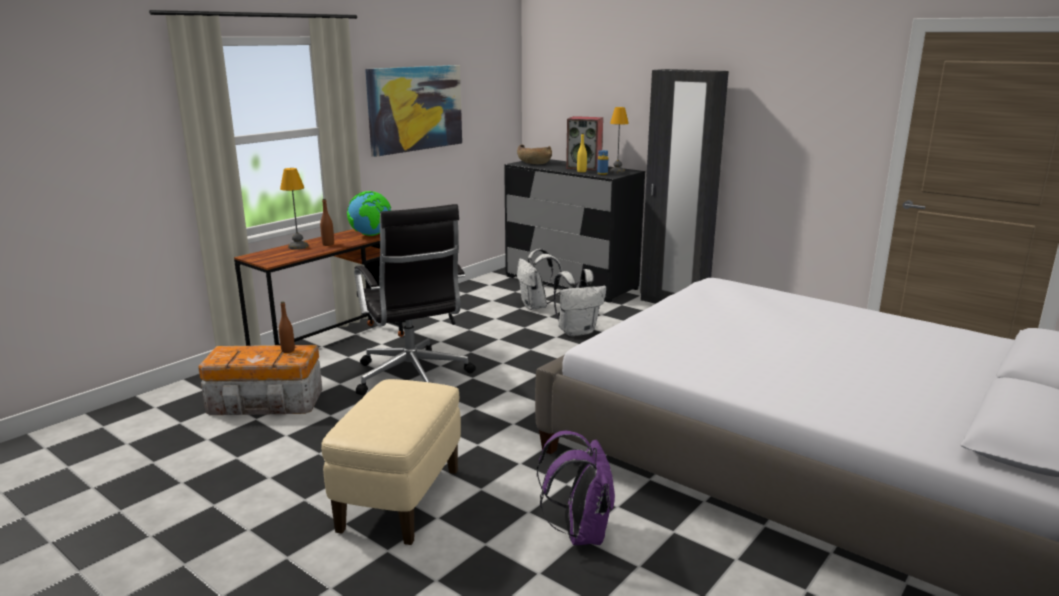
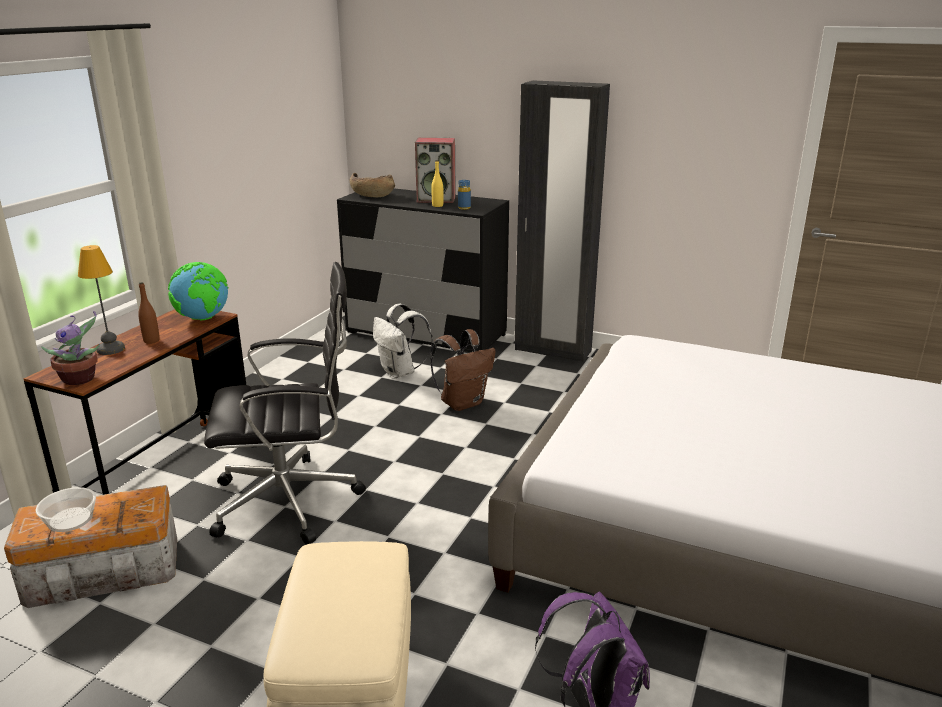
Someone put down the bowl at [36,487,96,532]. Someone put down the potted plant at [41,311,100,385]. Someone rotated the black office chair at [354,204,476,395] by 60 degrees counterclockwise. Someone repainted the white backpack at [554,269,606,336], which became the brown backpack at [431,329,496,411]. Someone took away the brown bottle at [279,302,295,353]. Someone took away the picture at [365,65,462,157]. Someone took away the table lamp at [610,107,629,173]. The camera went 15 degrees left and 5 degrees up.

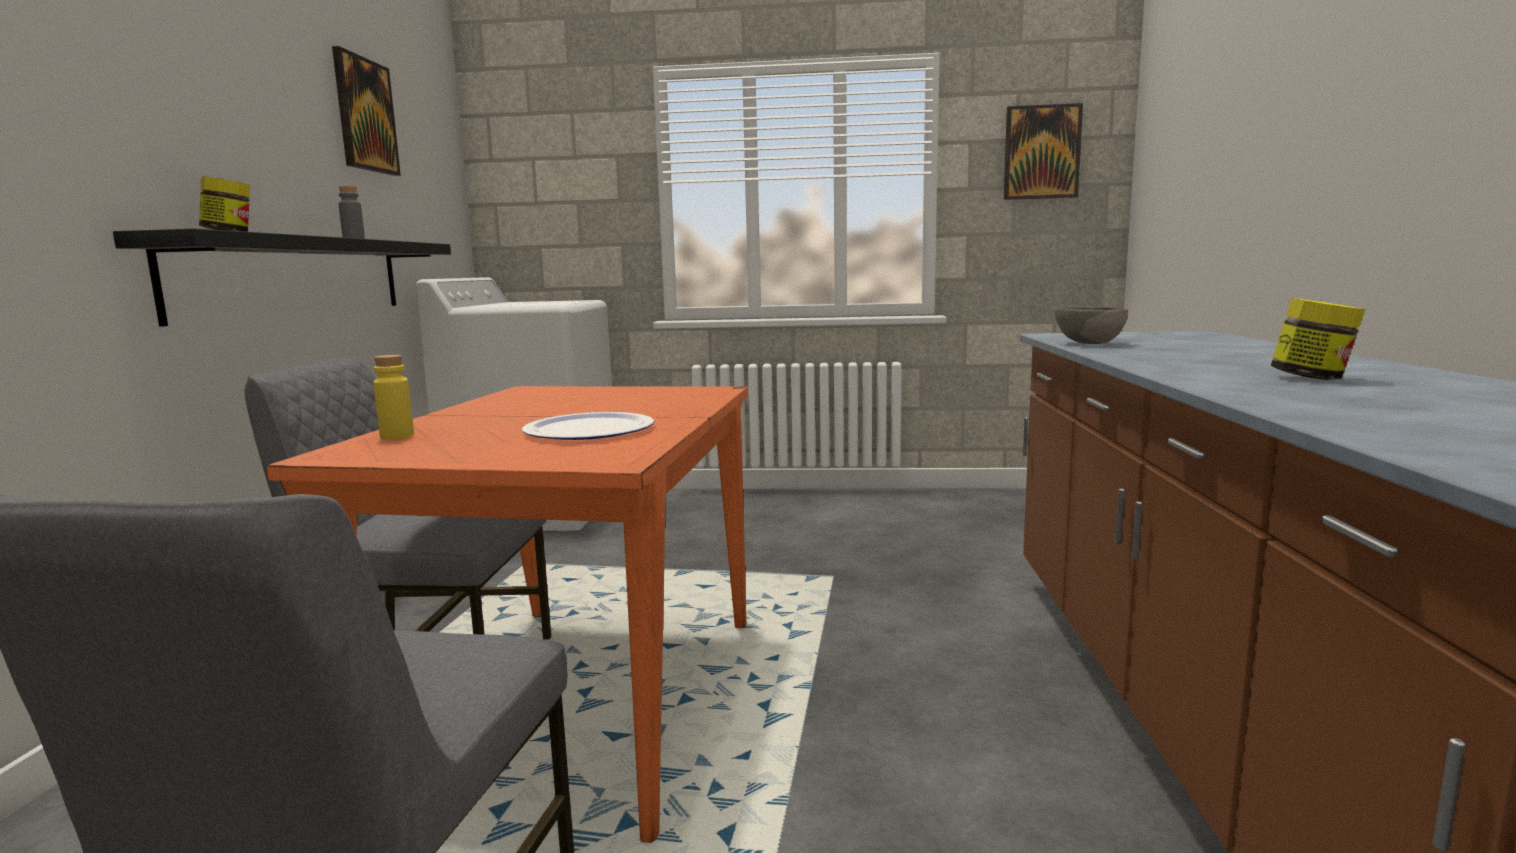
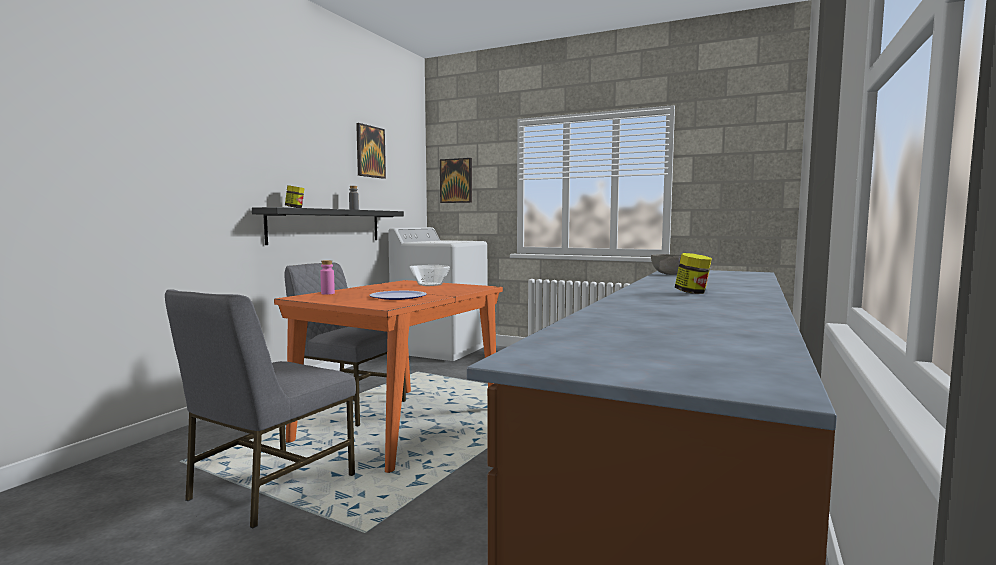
Someone repainted the yellow bottle at [373,355,414,440], which became the pink bottle at [320,260,335,295]. Someone put down the bowl at [410,265,450,286]. Someone carried the picture from [1004,103,1083,200] to [440,158,472,203]. The camera went 20 degrees right and 5 degrees down.

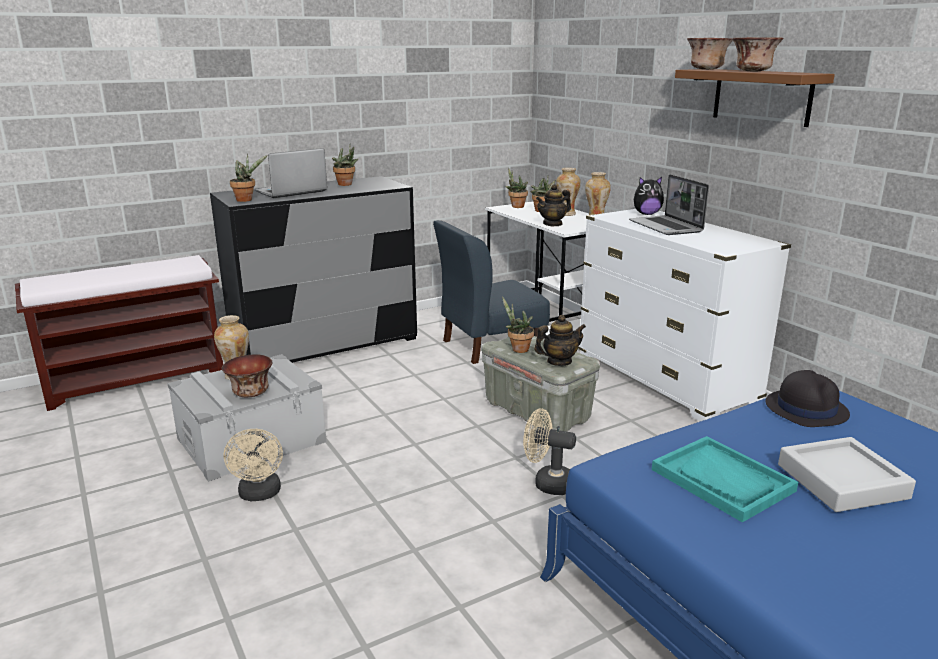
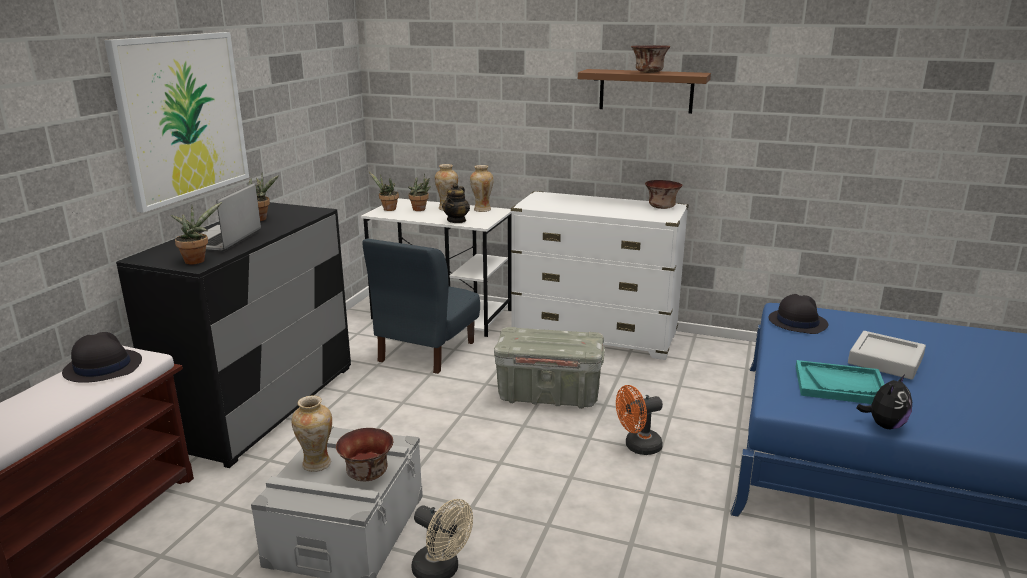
Someone put down the black hat at [62,332,142,383]. Someone put up the picture at [104,32,249,213]. Someone repainted the beige fan at [523,408,576,495], which became the orange fan at [616,385,663,455]. Someone carried the bowl from [687,38,733,70] to [645,180,683,209]. Someone carried the plush toy from [634,177,664,215] to [857,374,912,429]. Someone took away the potted plant at [502,296,534,353]. Someone took away the teapot at [534,315,586,366]. Someone took away the laptop at [629,174,709,235]. The camera went 40 degrees left and 0 degrees up.

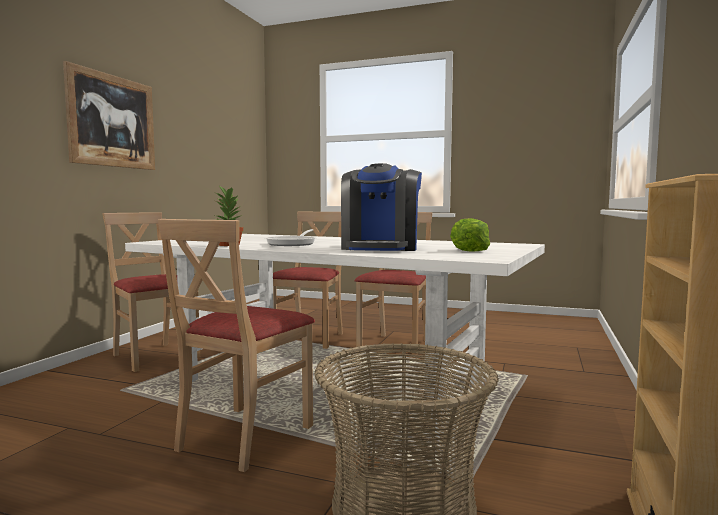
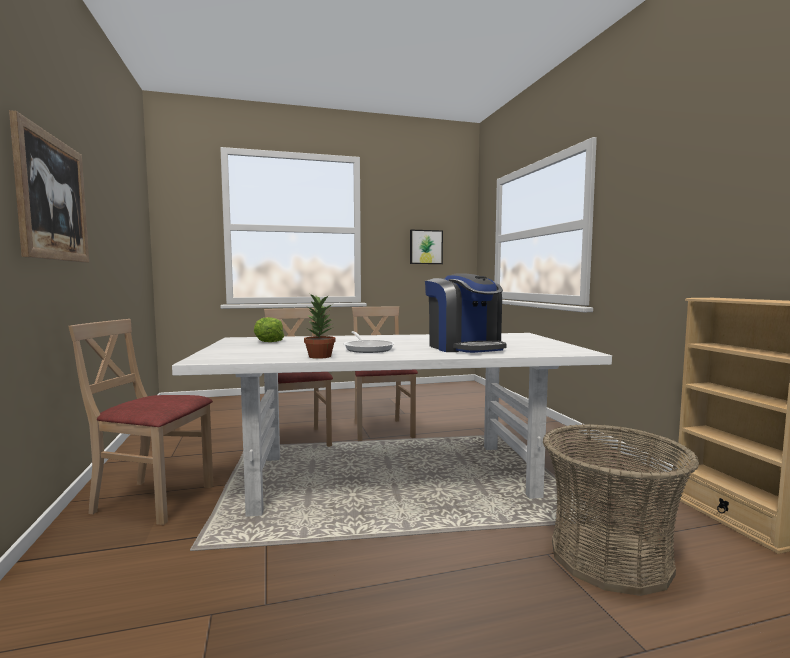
Someone carried the lettuce from [450,218,490,252] to [254,317,284,342]. Someone put up the picture at [410,230,443,264]. Someone took away the beige chair at [158,219,315,472]. The camera went 35 degrees left and 0 degrees up.

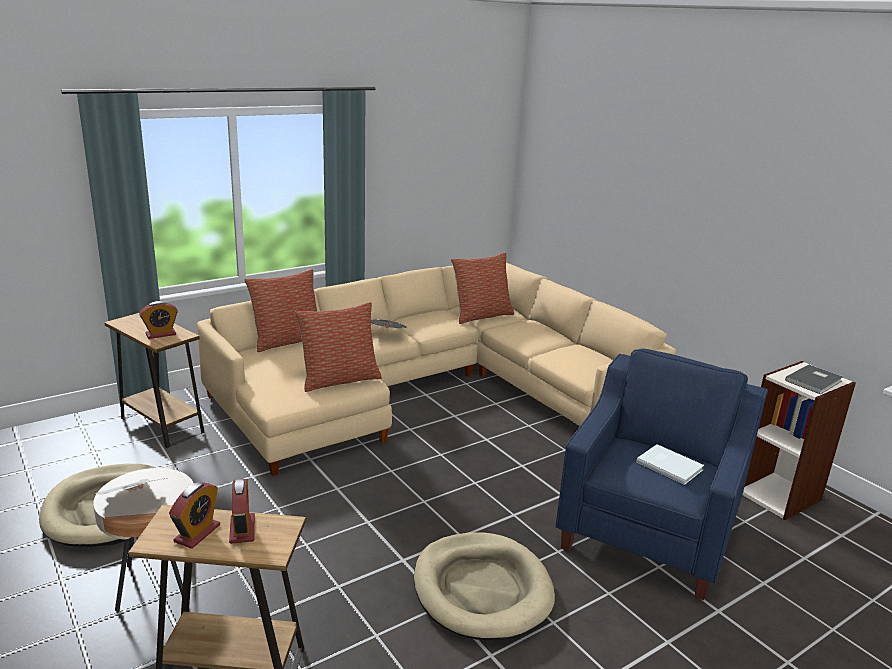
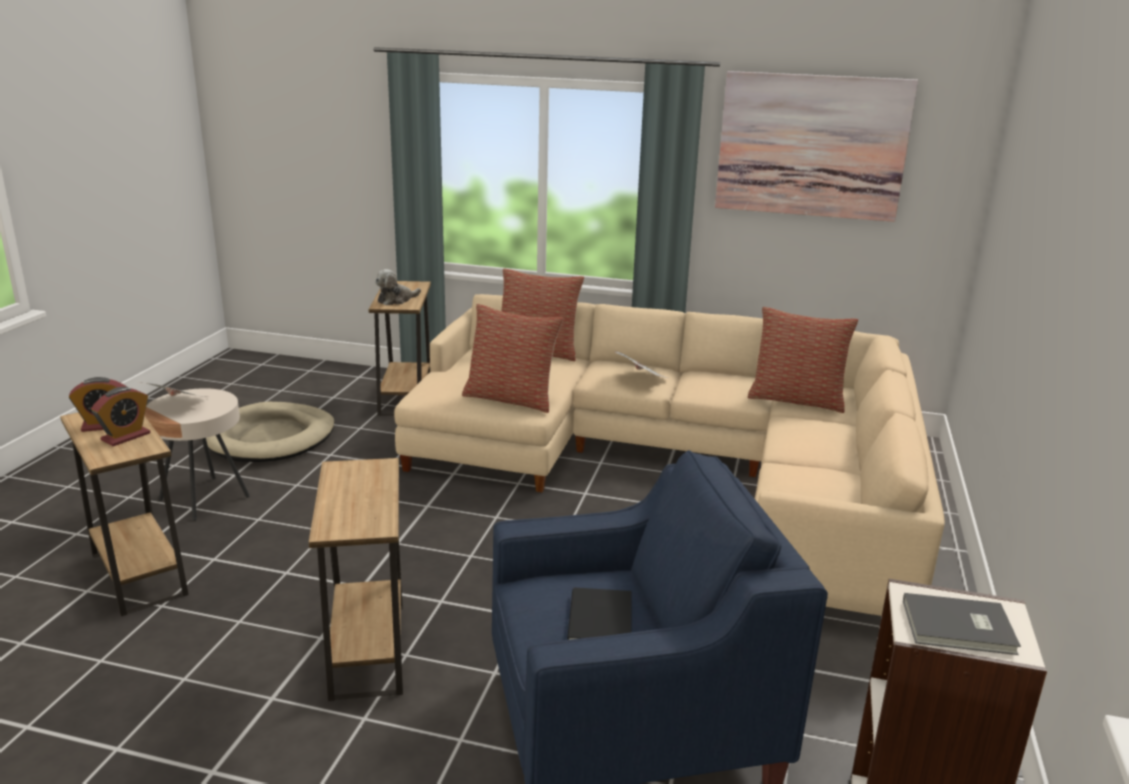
Someone swapped the beige dog bed at [414,532,555,640] for the brown side table at [309,458,403,701]. Someone swapped the alarm clock at [139,301,178,339] for the plush toy at [375,269,421,306]. Someone repainted the white book at [637,444,704,485], which became the black book at [567,587,632,640]. Someone put up the picture at [715,71,918,222]. The camera went 50 degrees right and 0 degrees up.

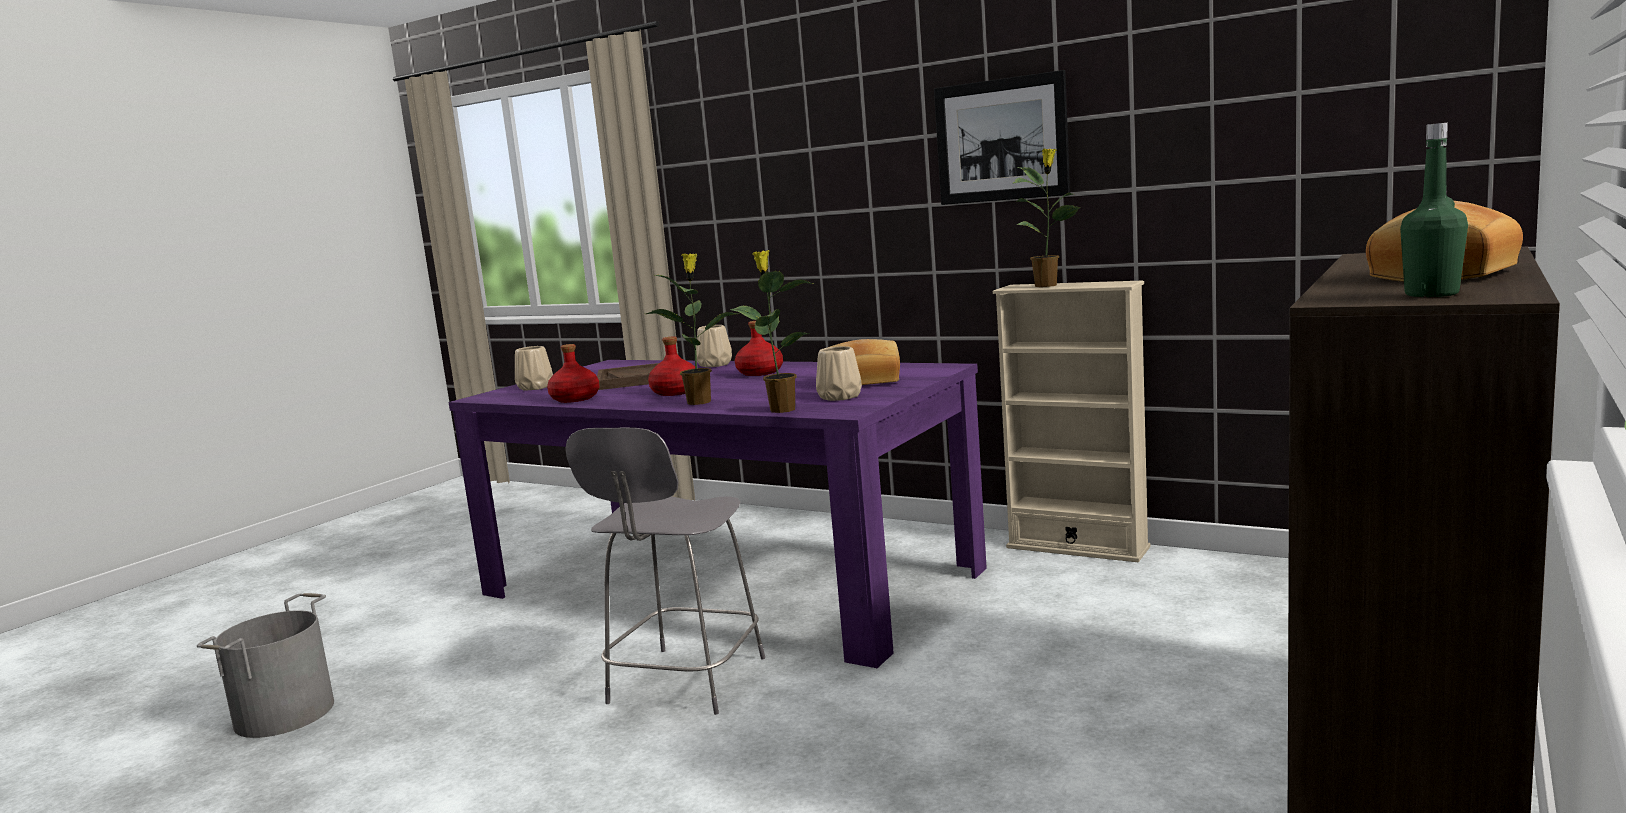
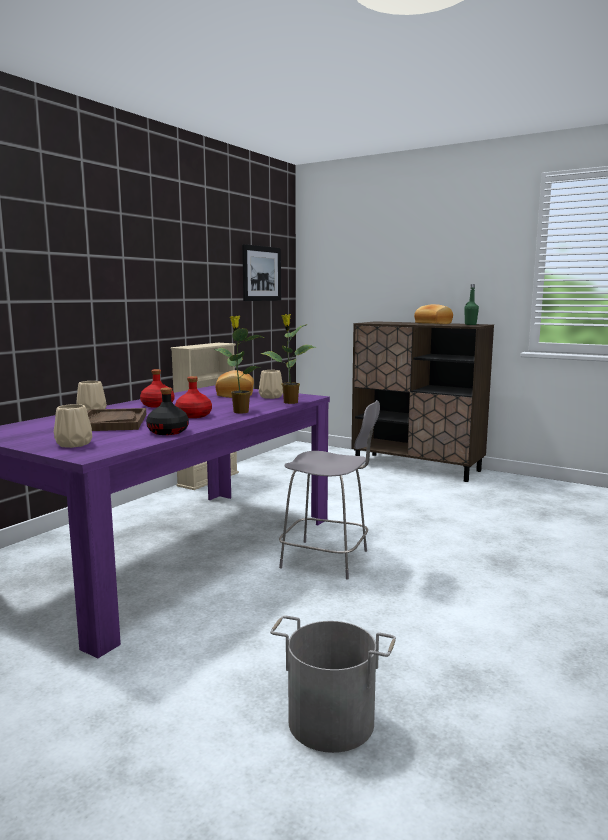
Someone repainted the red bottle at [547,344,600,403], which became the black bottle at [146,387,189,435]. Someone carried the picture from [934,70,1070,205] to [242,244,281,301]. Someone took away the potted plant at [1012,149,1081,287]. The camera went 90 degrees left and 0 degrees up.

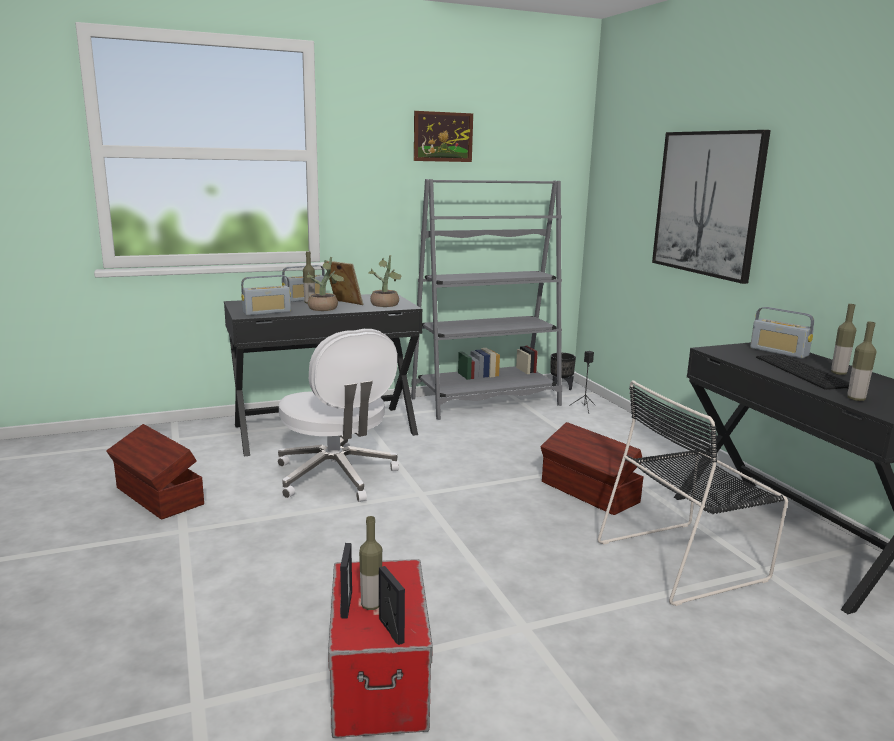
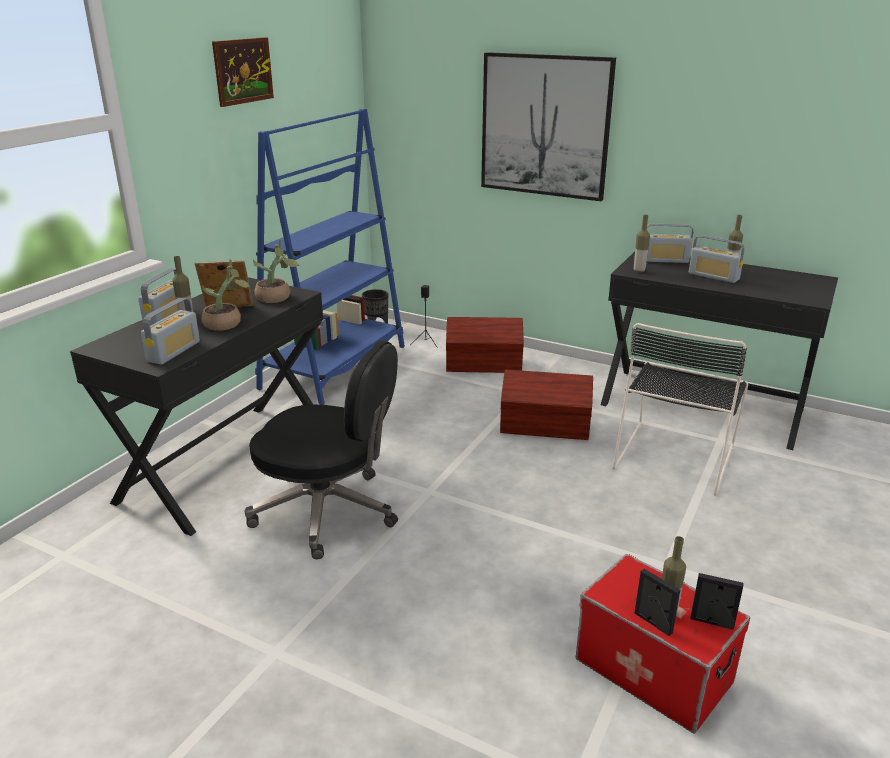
Someone repainted the white office chair at [277,329,399,502], which became the black office chair at [245,340,398,559]. Someone repainted the grey bookcase at [411,179,562,420], which became the blue bookcase at [255,109,405,405]. Someone carried the brown storage box from [106,424,204,520] to [446,317,524,373]. Someone carried the bottle from [847,322,876,401] to [634,215,650,272]. Someone swapped the keyboard at [756,354,849,390] for the radio at [689,235,745,283]. The camera went 40 degrees left and 10 degrees up.

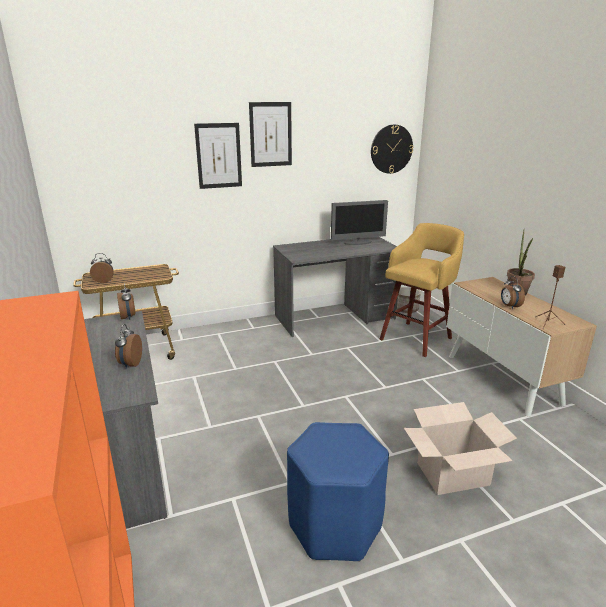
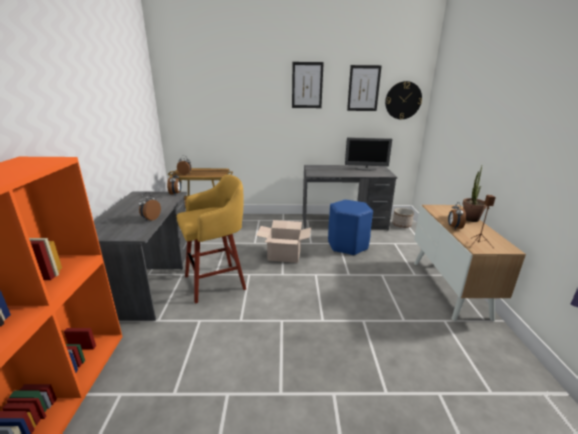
Someone carried the yellow stool from [379,223,464,357] to [176,175,246,304]. Someone carried the cardboard box from [404,402,517,495] to [256,220,311,263]. Someone carried the blue stool from [287,422,389,562] to [328,200,373,256]. Someone carried the picture from [194,123,242,189] to [347,65,382,111]. The camera went 20 degrees right and 0 degrees up.

